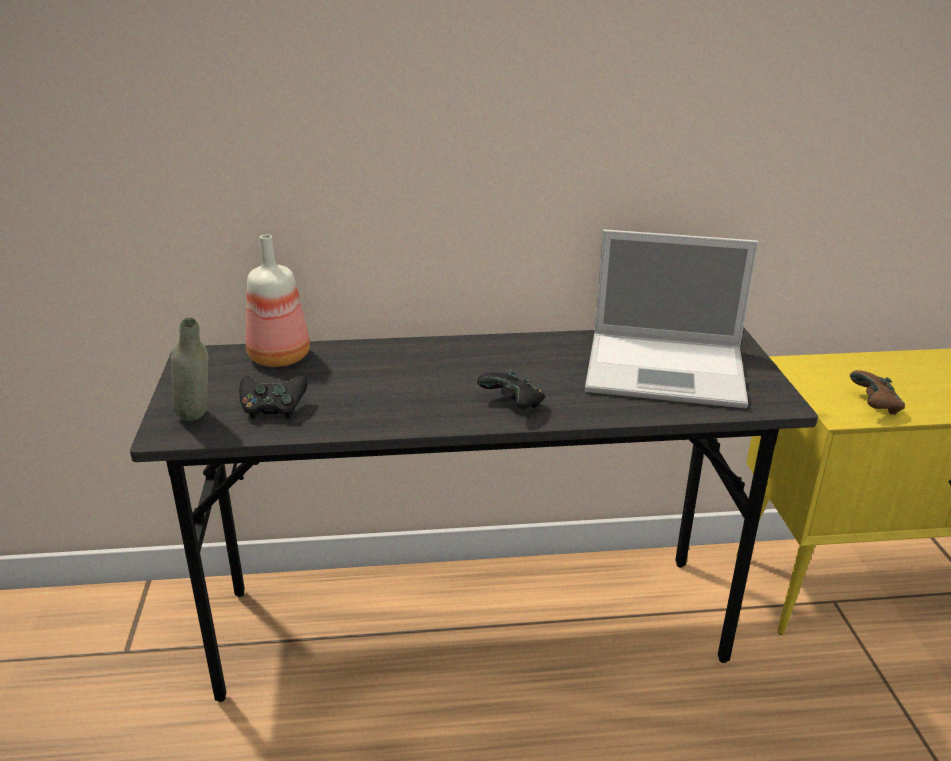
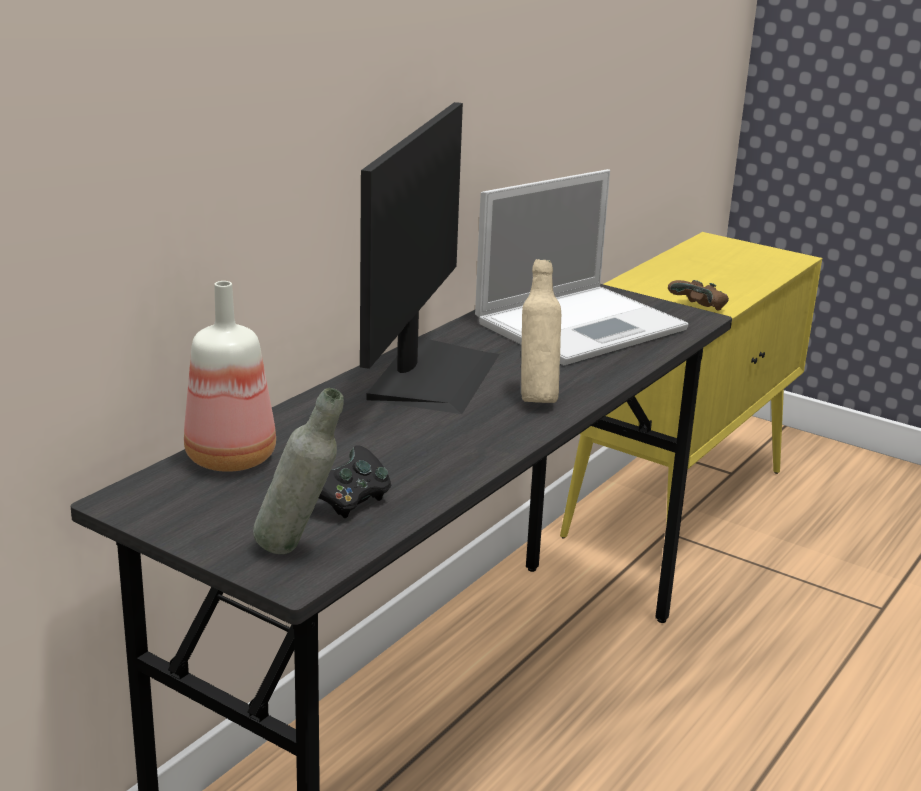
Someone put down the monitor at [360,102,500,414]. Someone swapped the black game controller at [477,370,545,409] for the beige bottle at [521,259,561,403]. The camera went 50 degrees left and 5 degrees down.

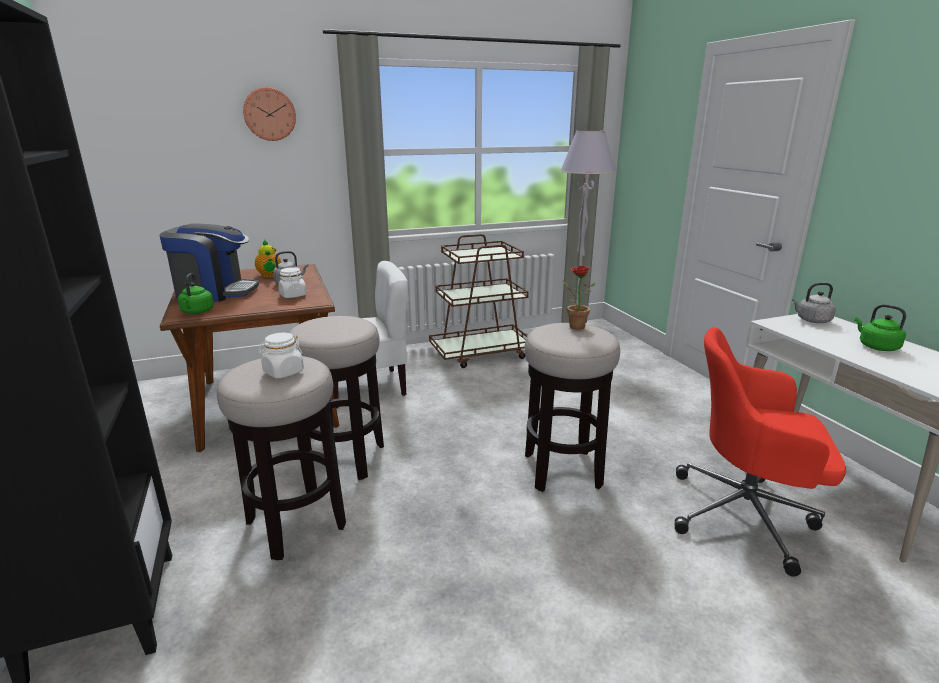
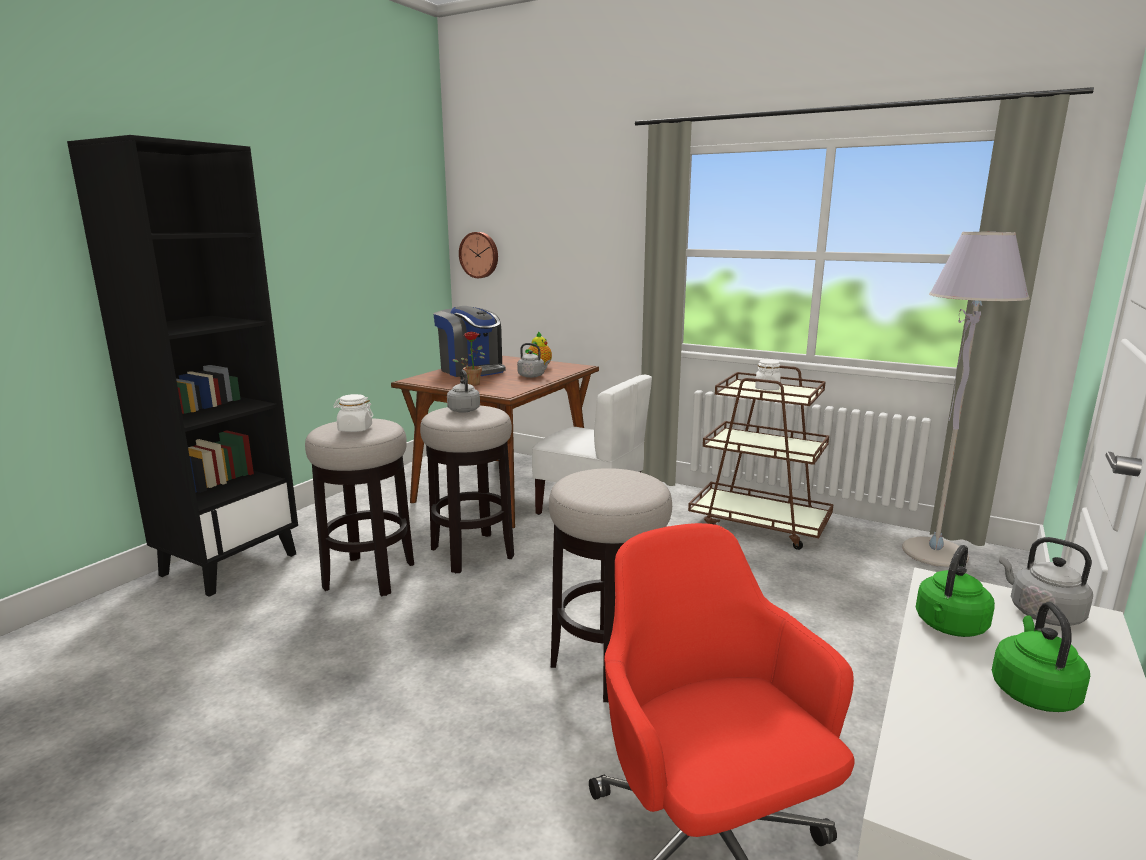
Someone put down the grey kettle at [447,370,480,413]. Someone carried the potted plant from [562,266,596,330] to [453,332,485,386]. Someone carried the wall clock from [243,87,296,141] to [459,232,498,278]. Someone carried the white jar from [278,267,307,298] to [755,360,781,390]. Someone carried the green kettle from [178,273,214,314] to [916,545,995,637]. The camera went 50 degrees right and 5 degrees down.

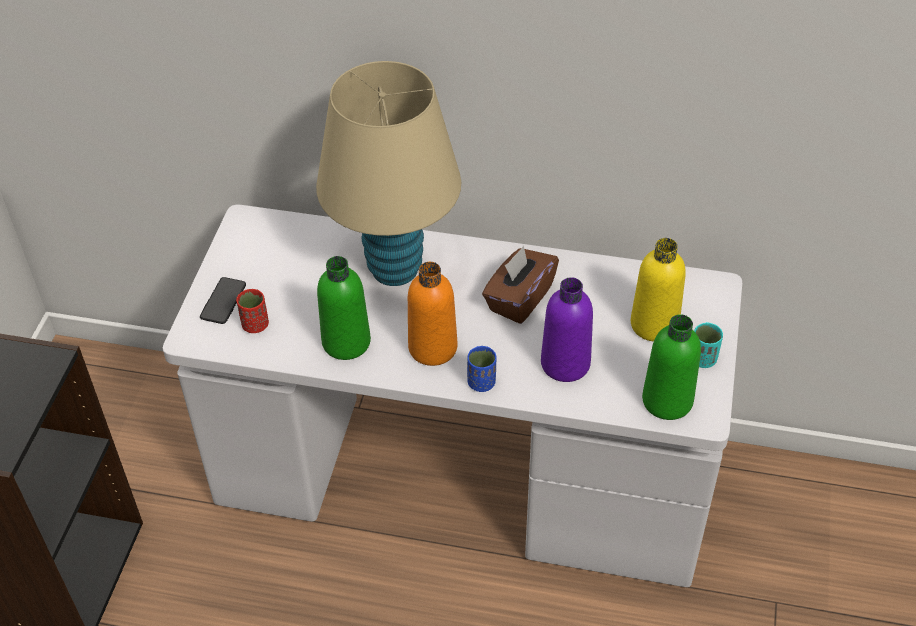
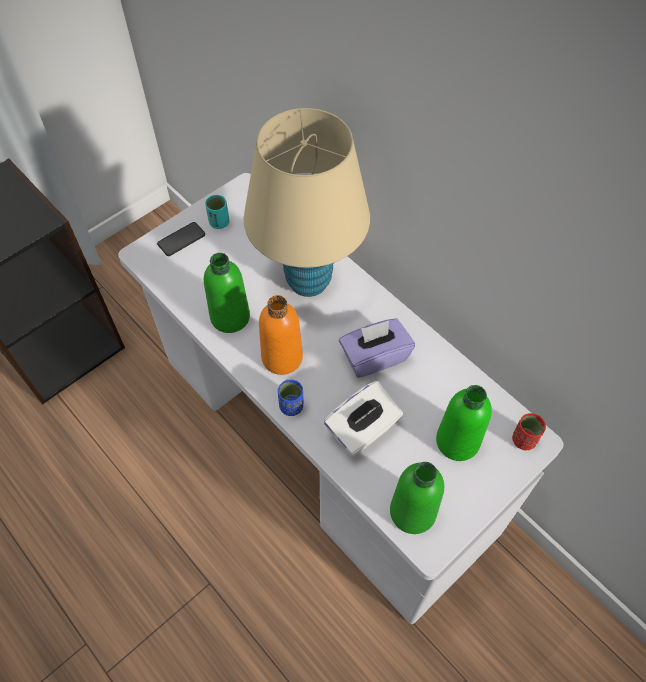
Someone carried the turquoise cup from [694,322,723,368] to [205,195,229,229]. Someone swapped the purple bottle at [541,277,593,382] for the white tissue box at [324,381,403,457]. Someone repainted the brown tissue box at [482,246,559,324], which became the purple tissue box at [339,318,415,378]. Someone repainted the yellow bottle at [631,238,686,342], which became the green bottle at [436,385,492,461]. Someone carried the red cup from [236,289,269,333] to [512,413,546,450]. The camera went 35 degrees right and 10 degrees up.

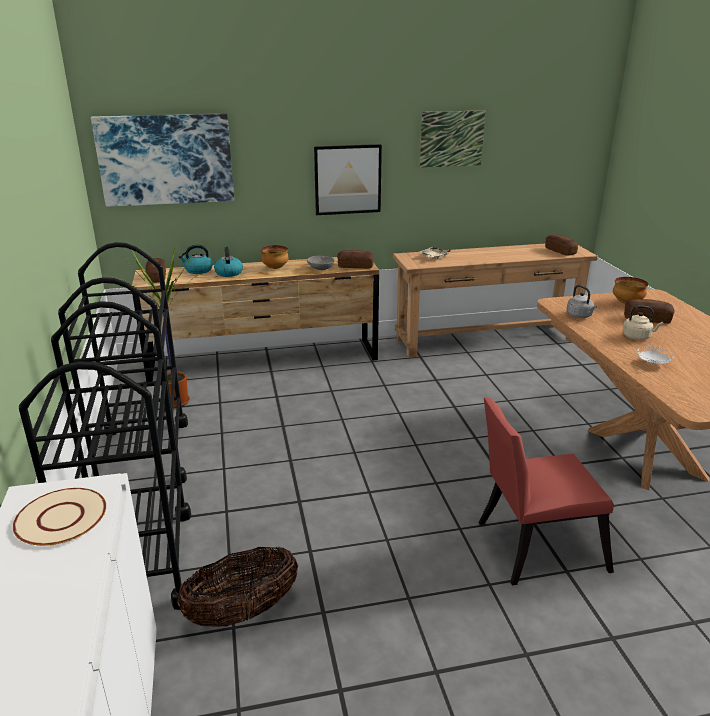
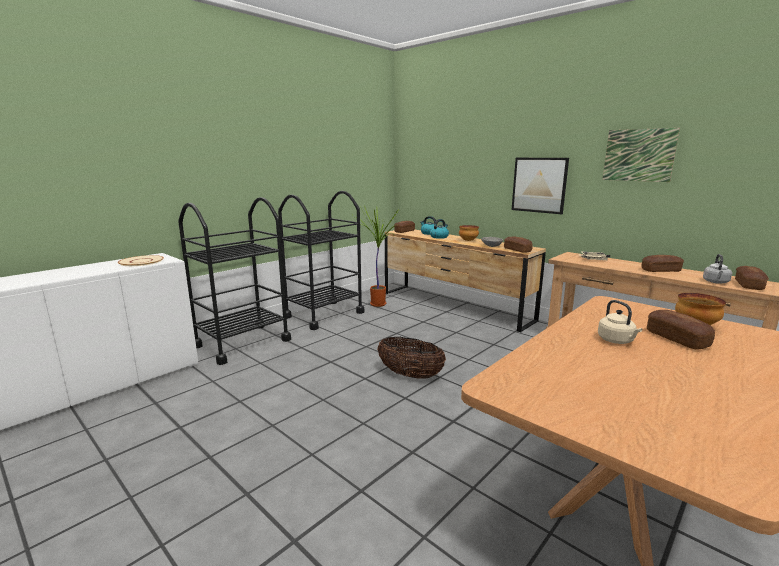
Someone carried the basket from [177,547,298,627] to [377,337,446,379]. Someone put down the bread at [642,255,684,272]. Someone carried the grey kettle from [566,285,597,318] to [703,254,732,284]. Someone took away the picture at [91,113,234,207]. Someone took away the red chair at [478,397,614,585]. Someone took away the white plate at [637,346,674,364]. The camera went 55 degrees right and 10 degrees down.

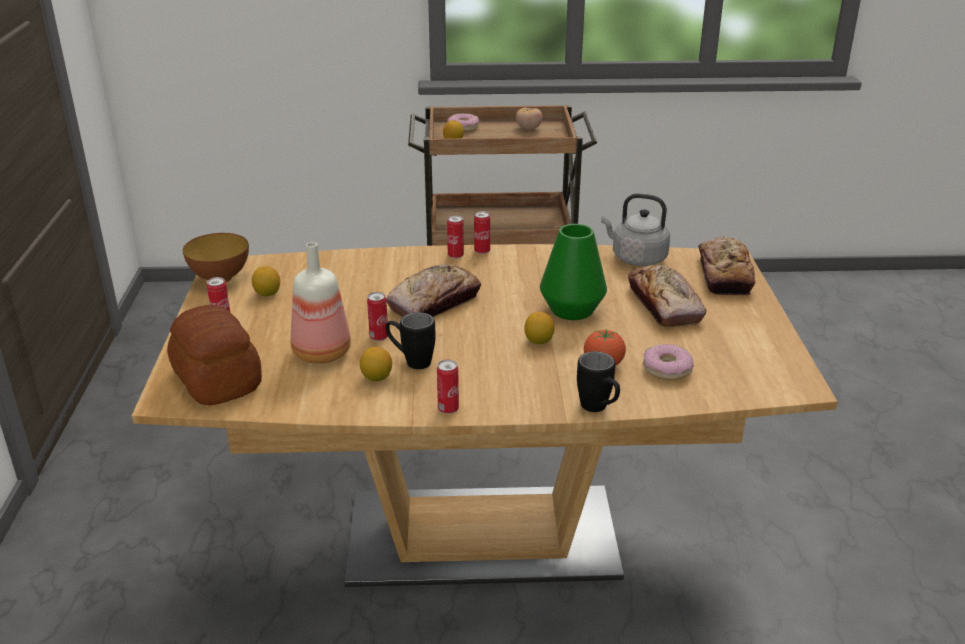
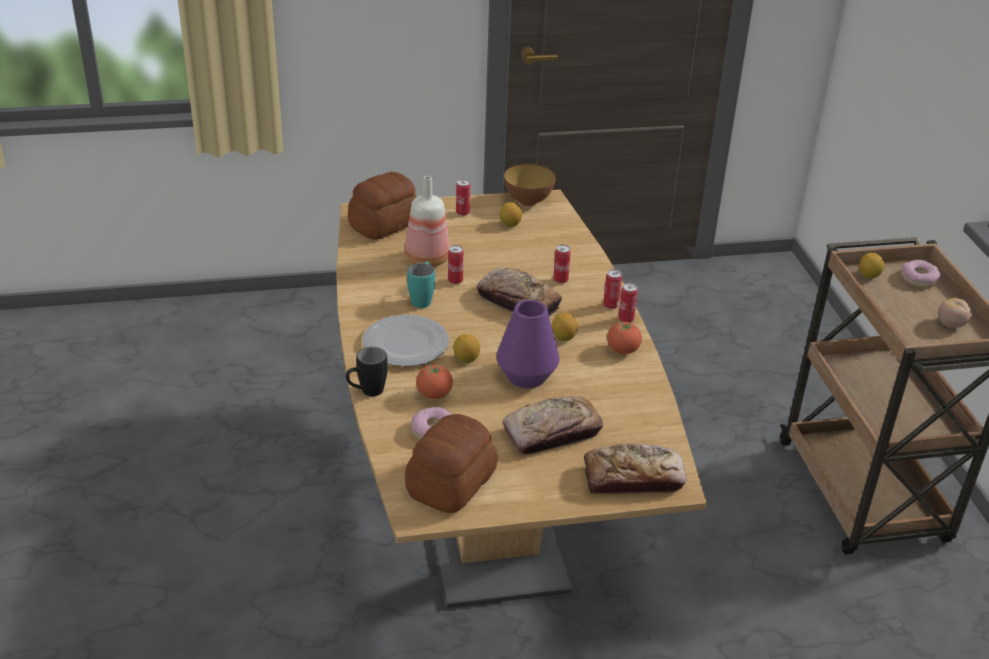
Someone put down the plate at [362,315,449,366]. Someone put down the bread at [405,414,498,513]. Someone repainted the black mug at [386,312,436,369], which became the turquoise mug at [407,262,435,308]. Someone repainted the green vase at [540,224,607,320], which became the purple vase at [497,300,559,388]. Someone carried the lemon from [360,347,392,381] to [552,313,578,341]. Someone carried the can from [437,359,459,414] to [553,244,571,284]. Someone put down the tomato at [607,321,642,354]. Someone took away the grey kettle at [601,194,670,266]. The camera went 80 degrees right and 5 degrees up.

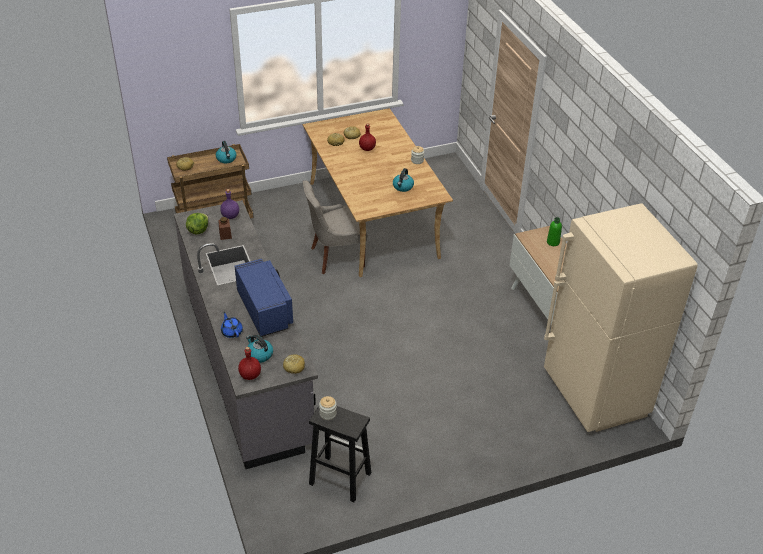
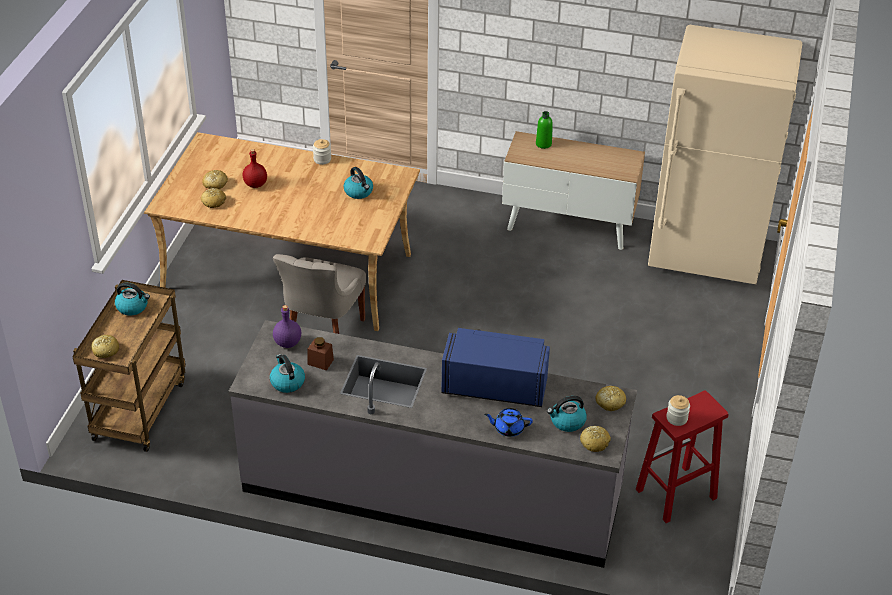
Someone swapped the lettuce at [186,213,208,234] for the kettle at [270,354,305,393]. Someone swapped the red bottle at [238,347,261,380] for the bread at [580,426,611,452]. Someone repainted the black stool at [309,406,371,502], which became the red stool at [636,390,729,523]. The camera went 55 degrees left and 0 degrees up.

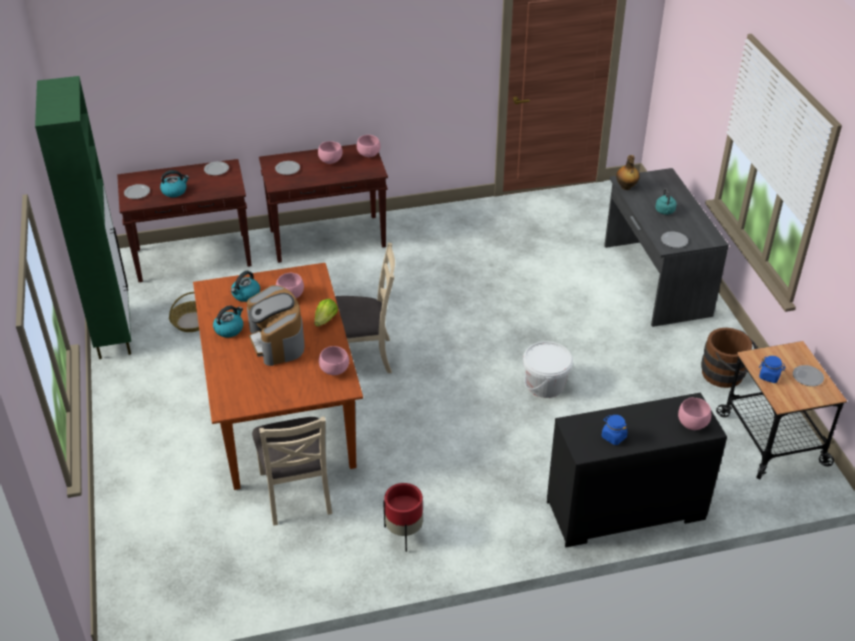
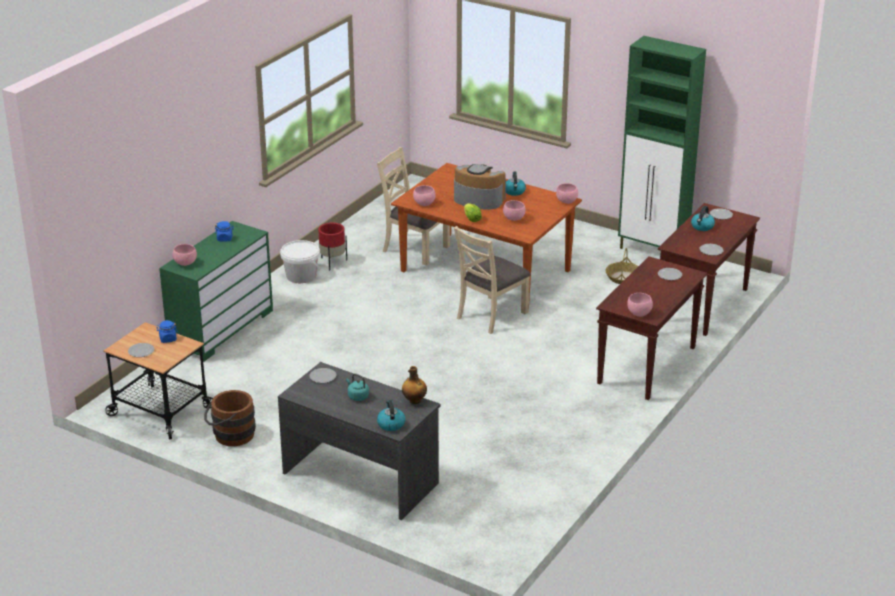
Someone repainted the black dresser at [547,393,727,548], which became the green dresser at [159,221,273,362]. Someone carried the white bucket from [523,341,573,398] to [280,240,321,283]. Someone carried the kettle from [231,271,260,302] to [377,400,405,431]. Someone carried the pink bowl from [318,141,343,164] to [556,183,578,204]. The camera went 135 degrees right and 10 degrees down.

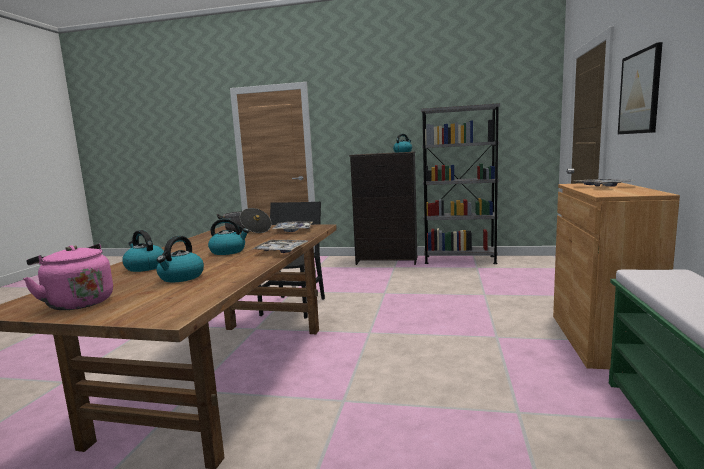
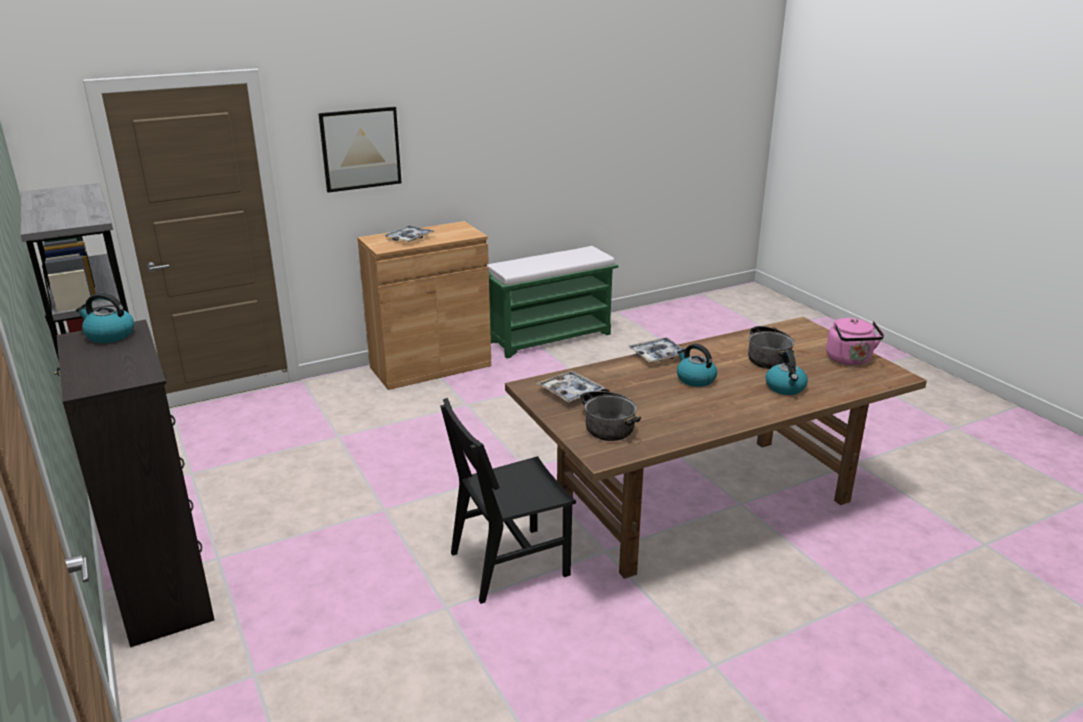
Someone swapped the kettle at [157,236,204,282] for the cooking pot at [748,326,795,369]. The camera went 130 degrees left and 15 degrees up.

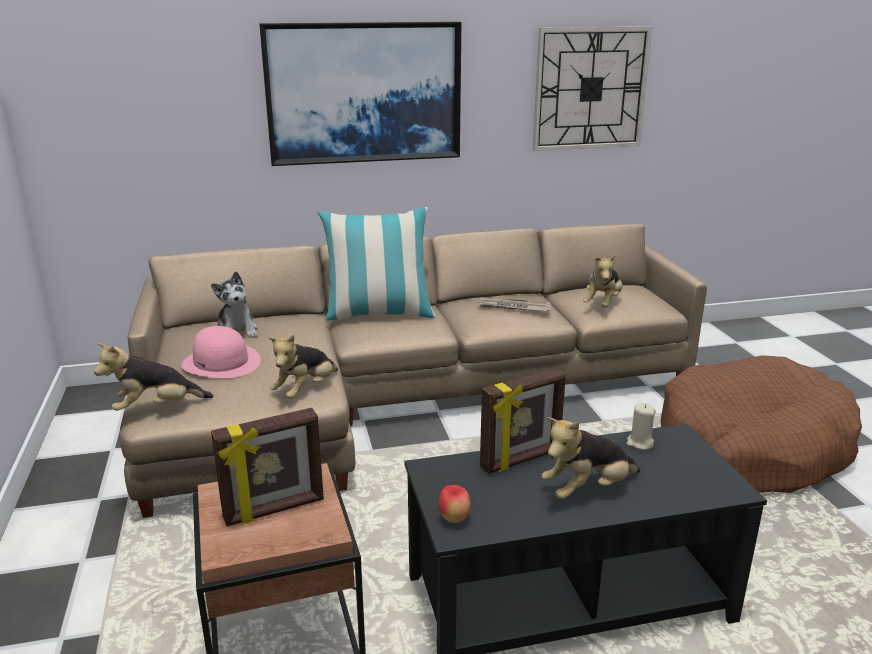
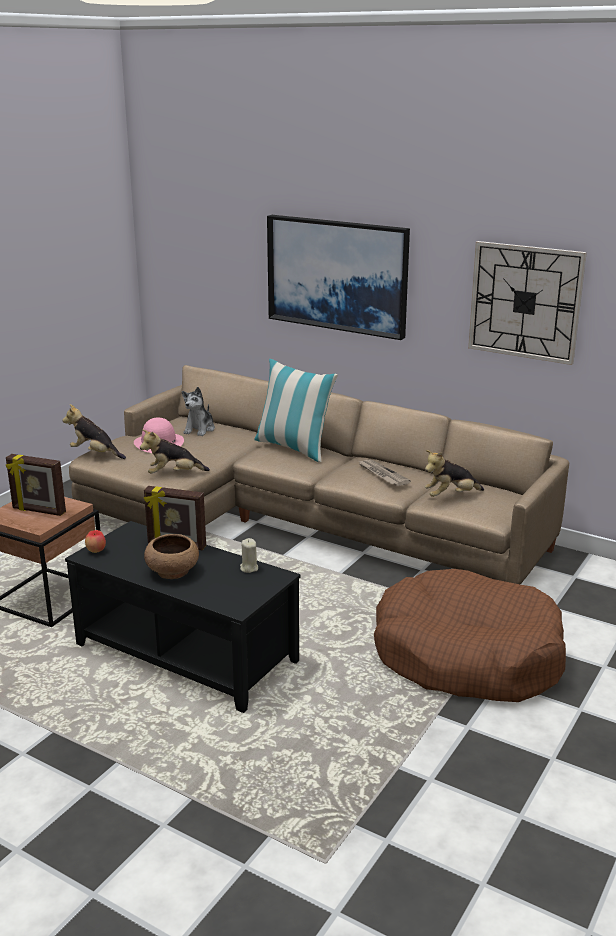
Someone swapped the plush toy at [542,417,640,499] for the brown bowl at [144,534,199,579]. The camera went 45 degrees right and 0 degrees up.

